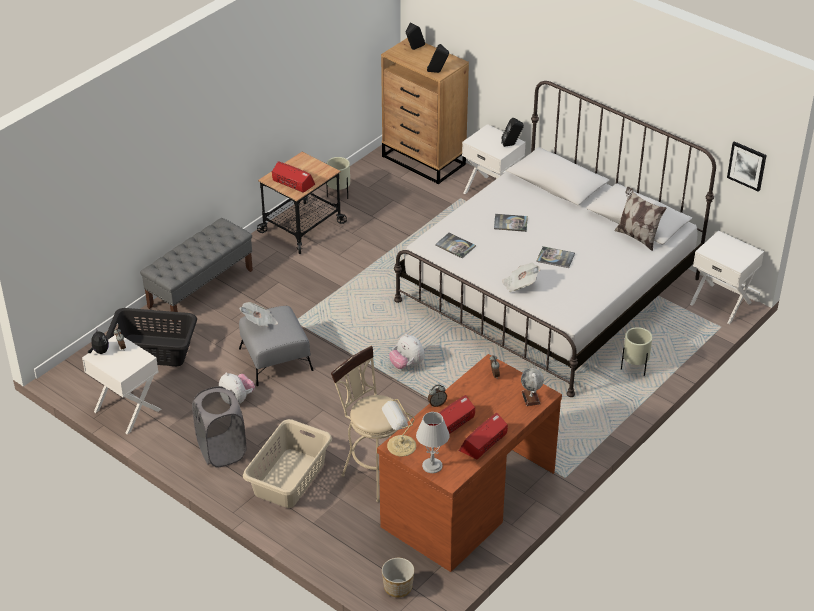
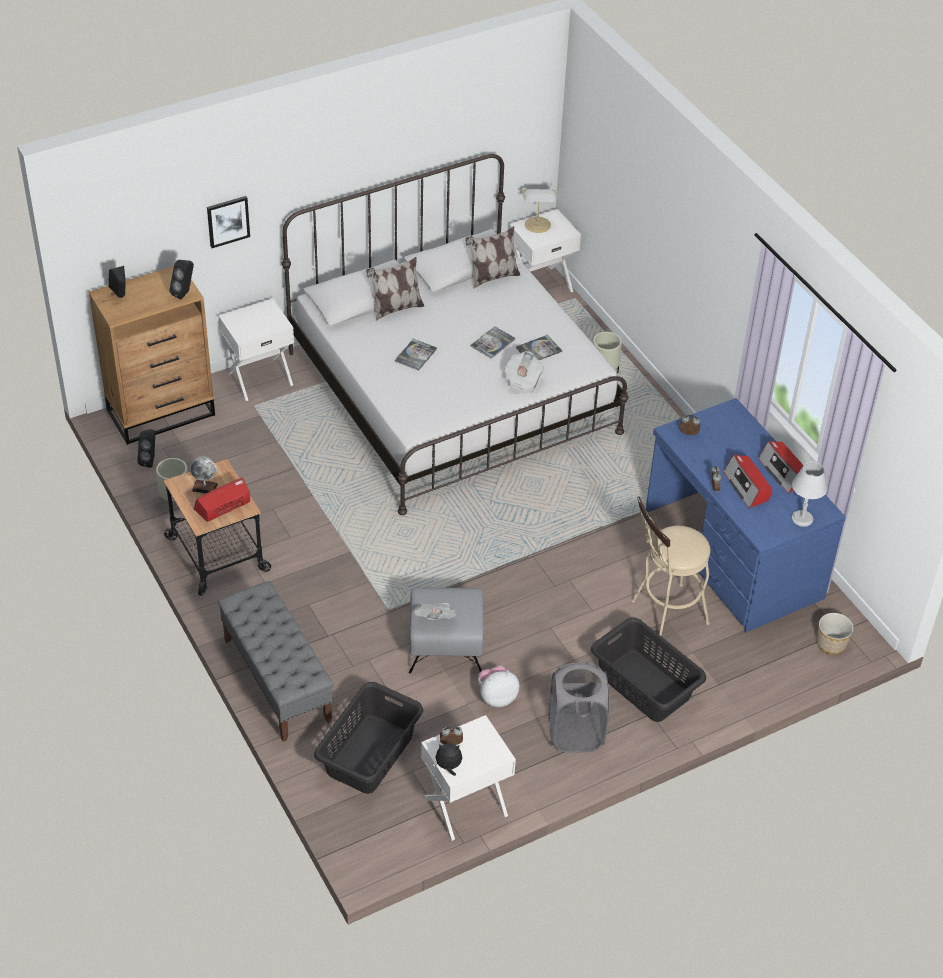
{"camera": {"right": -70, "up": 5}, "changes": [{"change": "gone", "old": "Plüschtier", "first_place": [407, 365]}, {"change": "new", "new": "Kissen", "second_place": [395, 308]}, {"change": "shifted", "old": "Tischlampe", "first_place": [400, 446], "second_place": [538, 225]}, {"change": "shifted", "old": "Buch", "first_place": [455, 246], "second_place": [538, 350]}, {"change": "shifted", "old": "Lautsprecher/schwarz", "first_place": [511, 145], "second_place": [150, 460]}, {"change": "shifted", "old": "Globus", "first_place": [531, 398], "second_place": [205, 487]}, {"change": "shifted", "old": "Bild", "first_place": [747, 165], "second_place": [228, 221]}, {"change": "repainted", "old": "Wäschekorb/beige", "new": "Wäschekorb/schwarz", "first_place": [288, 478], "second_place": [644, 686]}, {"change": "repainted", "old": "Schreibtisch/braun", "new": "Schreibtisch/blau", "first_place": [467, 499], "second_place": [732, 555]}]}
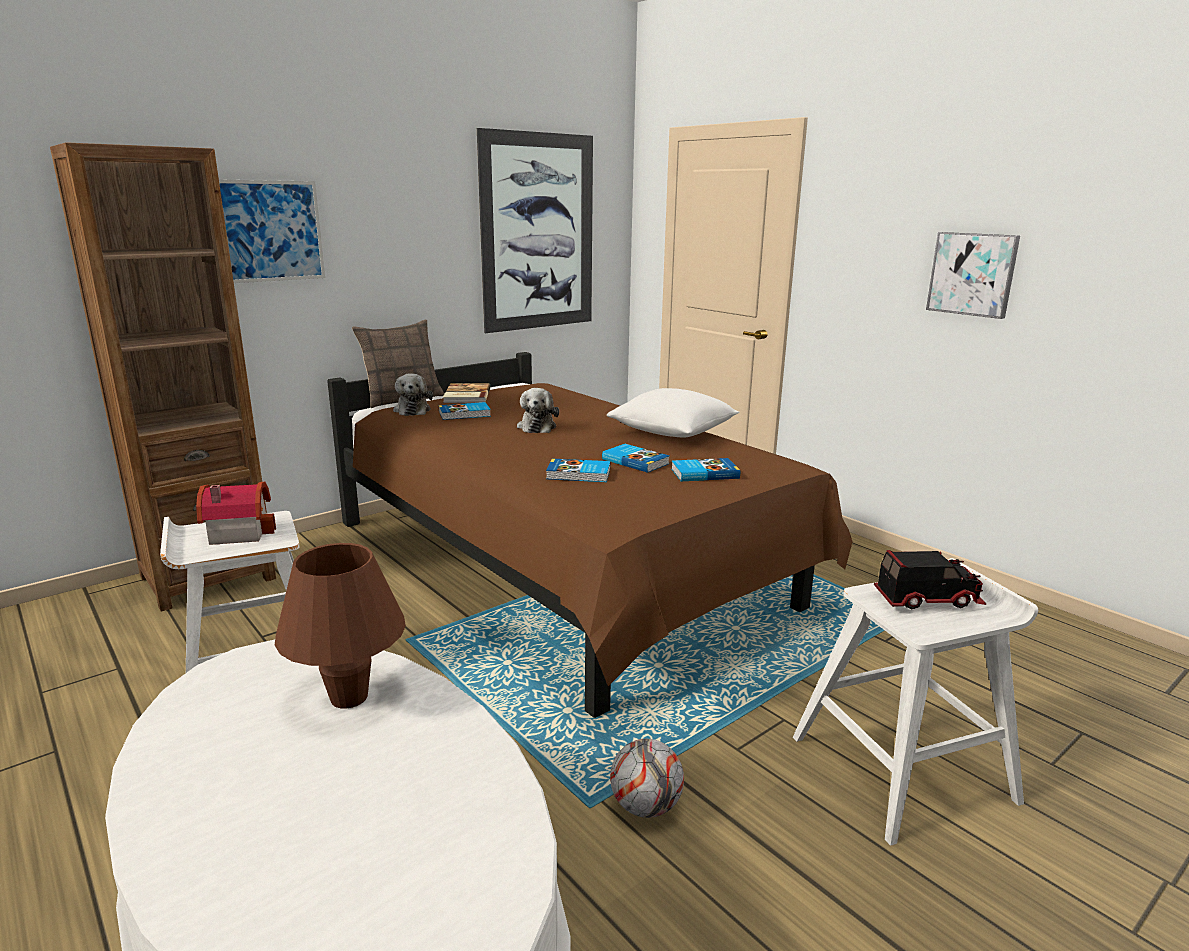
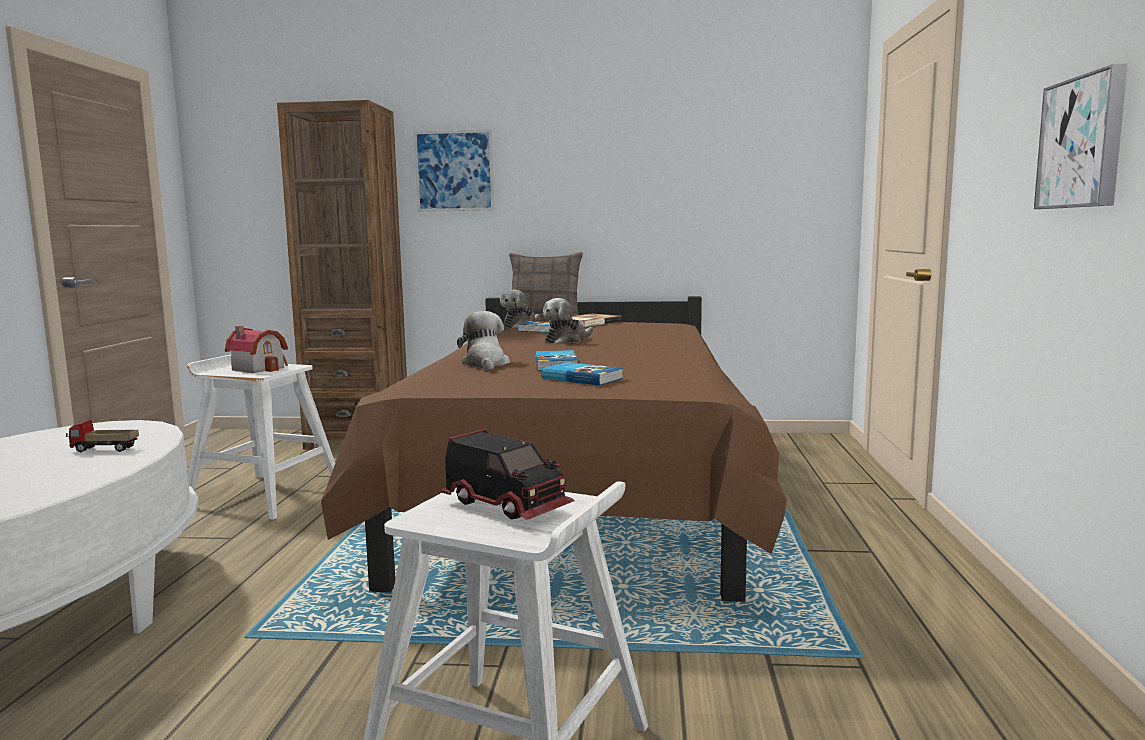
{"camera": {"right": 45, "up": -10}, "changes": [{"change": "gone", "old": "Bild", "first_place": [538, 233]}, {"change": "gone", "old": "Kissen/weiß", "first_place": [673, 434]}, {"change": "gone", "old": "Fußball", "first_place": [645, 807]}, {"change": "swapped", "old": "Tischlampe/braun", "new": "Spielzeuglaster", "first_place": [349, 697], "second_place": [104, 450]}, {"change": "swapped", "old": "Buch", "new": "Plüschtier", "first_place": [579, 474], "second_place": [485, 364]}]}
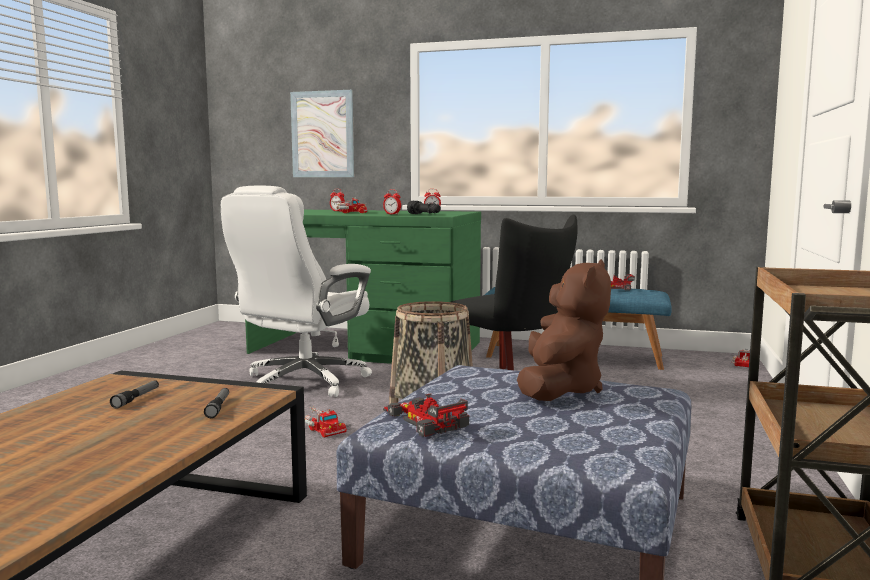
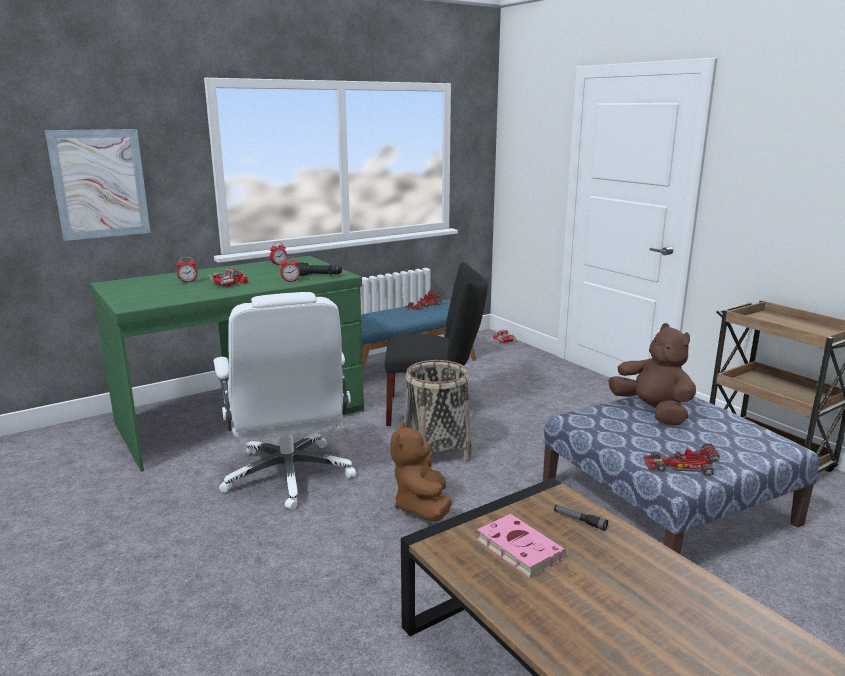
{"camera": {"right": -50, "up": 10}, "changes": [{"change": "swapped", "old": "Taschenlampe", "new": "Buch/rosa", "first_place": [136, 398], "second_place": [517, 548]}, {"change": "swapped", "old": "Spielzeuglaster", "new": "Plüschtier/braun", "first_place": [323, 429], "second_place": [422, 507]}]}
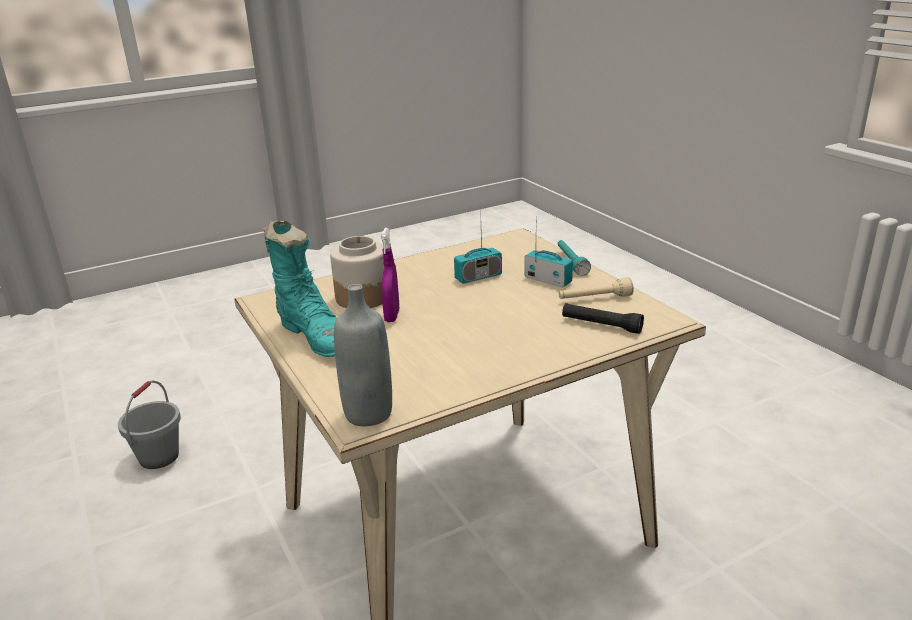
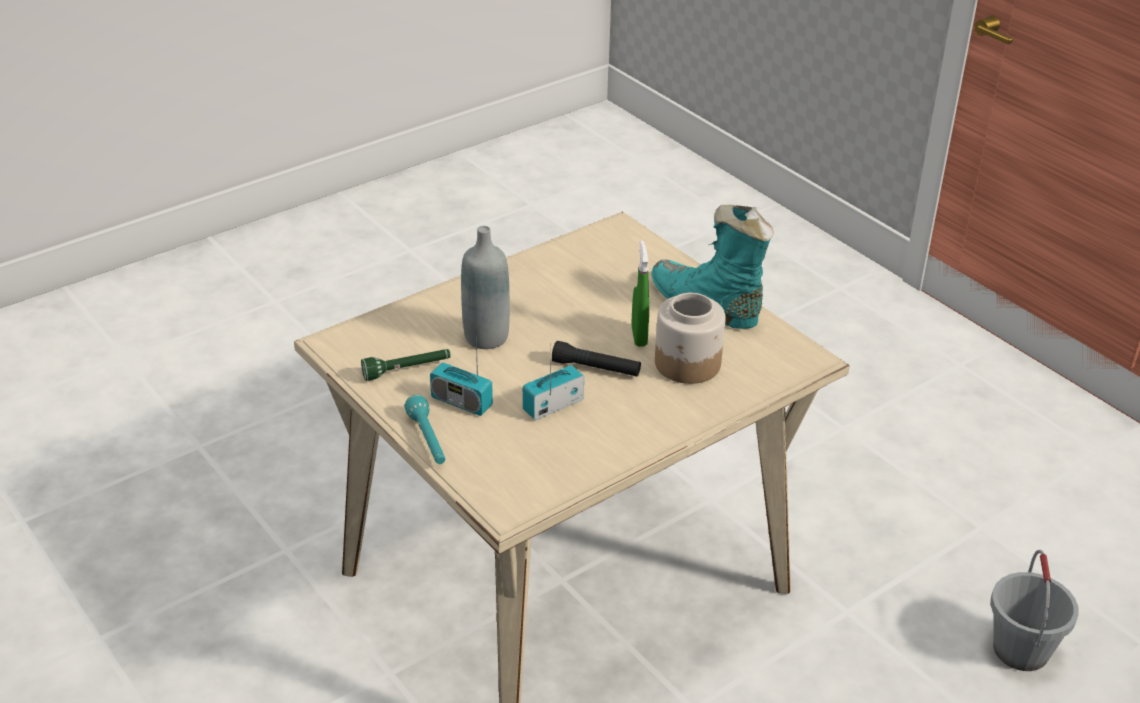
{"camera": {"right": 170, "up": 10}, "changes": [{"change": "shifted", "old": "Flasche/grau", "first_place": [368, 413], "second_place": [486, 337]}, {"change": "shifted", "old": "Taschenlampe/schwarz", "first_place": [601, 325], "second_place": [596, 368]}, {"change": "repainted", "old": "Sprühflasche/lila", "new": "Sprühflasche/grün", "first_place": [392, 316], "second_place": [639, 336]}, {"change": "repainted", "old": "Taschenlampe/beige", "new": "Taschenlampe/grün", "first_place": [594, 299], "second_place": [407, 370]}]}
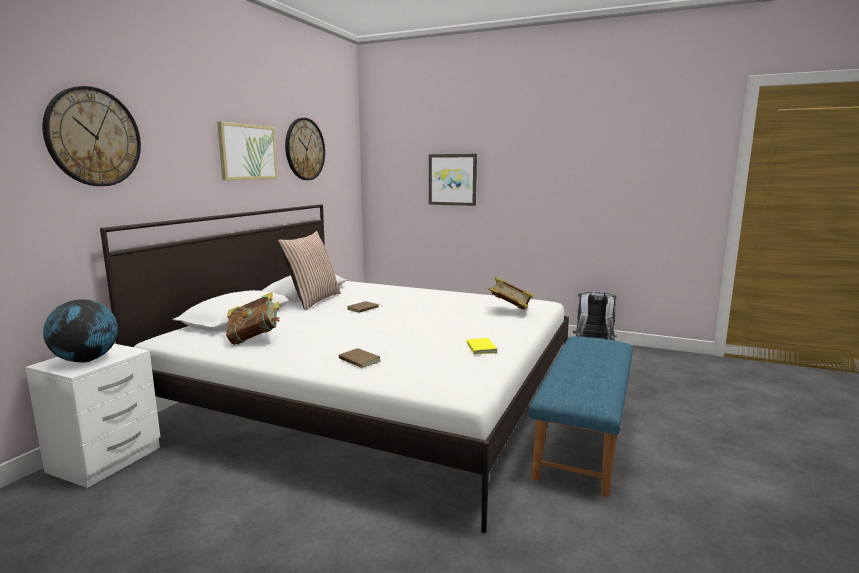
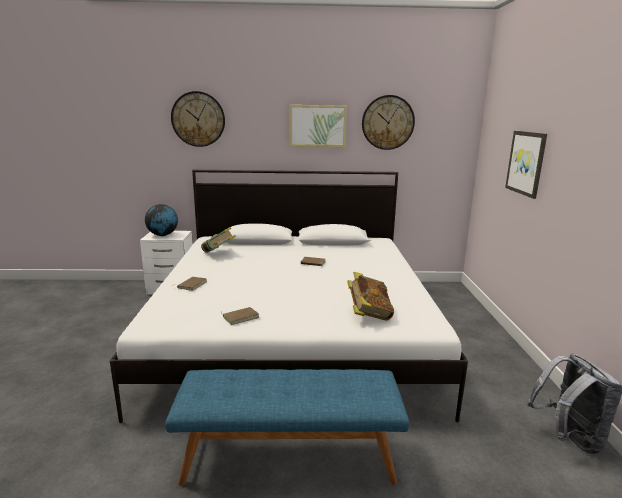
{"camera": {"right": 65, "up": 5}, "changes": [{"change": "gone", "old": "Kissen", "first_place": [313, 300]}, {"change": "repainted", "old": "Buch/gelb", "new": "Buch/braun", "first_place": [480, 348], "second_place": [240, 317]}]}
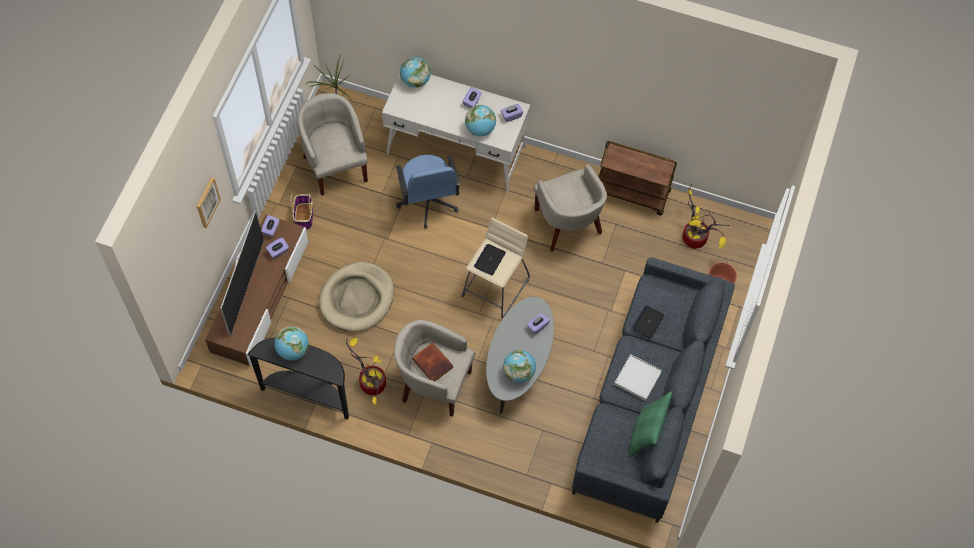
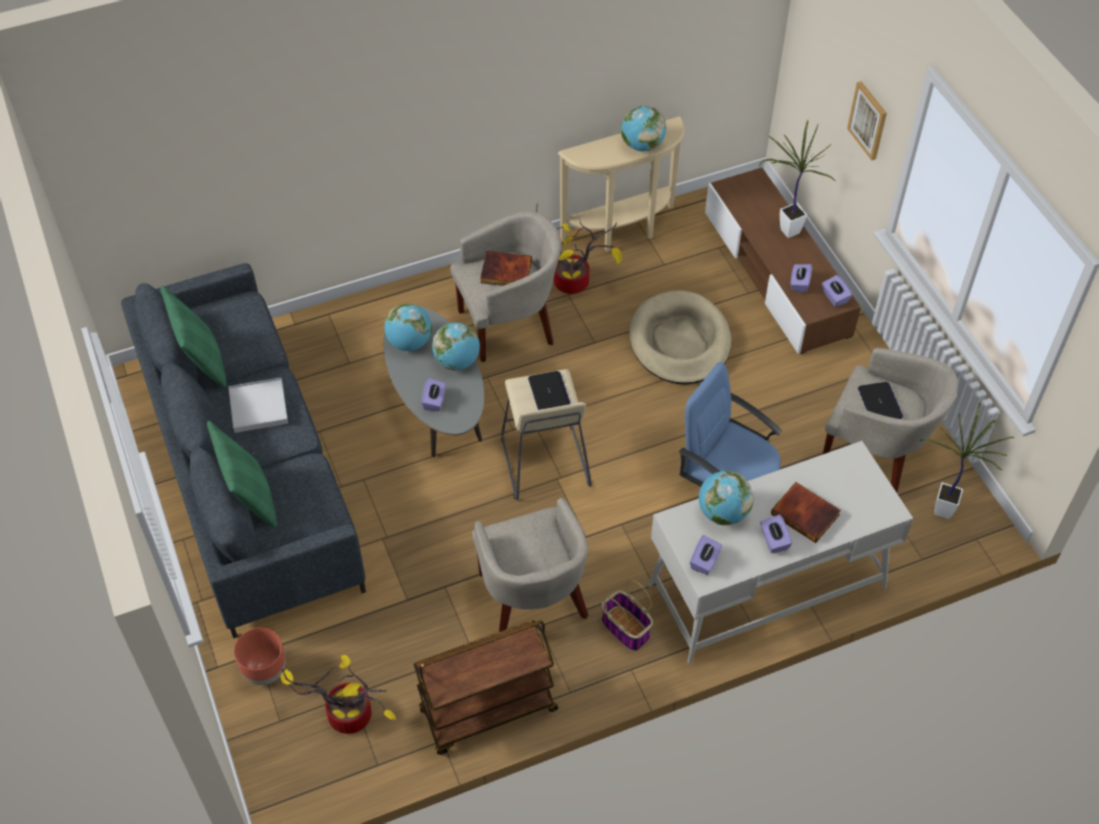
{"camera": {"right": 140, "up": -10}, "changes": [{"change": "new", "new": "Kissen/grün", "second_place": [250, 497]}, {"change": "new", "new": "Buch", "second_place": [806, 514]}, {"change": "shifted", "old": "Korb", "first_place": [304, 216], "second_place": [626, 629]}, {"change": "shifted", "old": "Globus", "first_place": [415, 80], "second_place": [457, 361]}, {"change": "shifted", "old": "Laptop", "first_place": [648, 322], "second_place": [880, 403]}, {"change": "swapped", "old": "Fernseher", "new": "Topfpflanze", "first_place": [246, 287], "second_place": [785, 231]}, {"change": "repainted", "old": "Konsolentisch/schwarz", "new": "Konsolentisch/beige", "first_place": [308, 393], "second_place": [623, 232]}, {"change": "rotated", "old": "Sessel/beige", "first_place": [568, 225], "second_place": [532, 601], "degrees": -135}]}
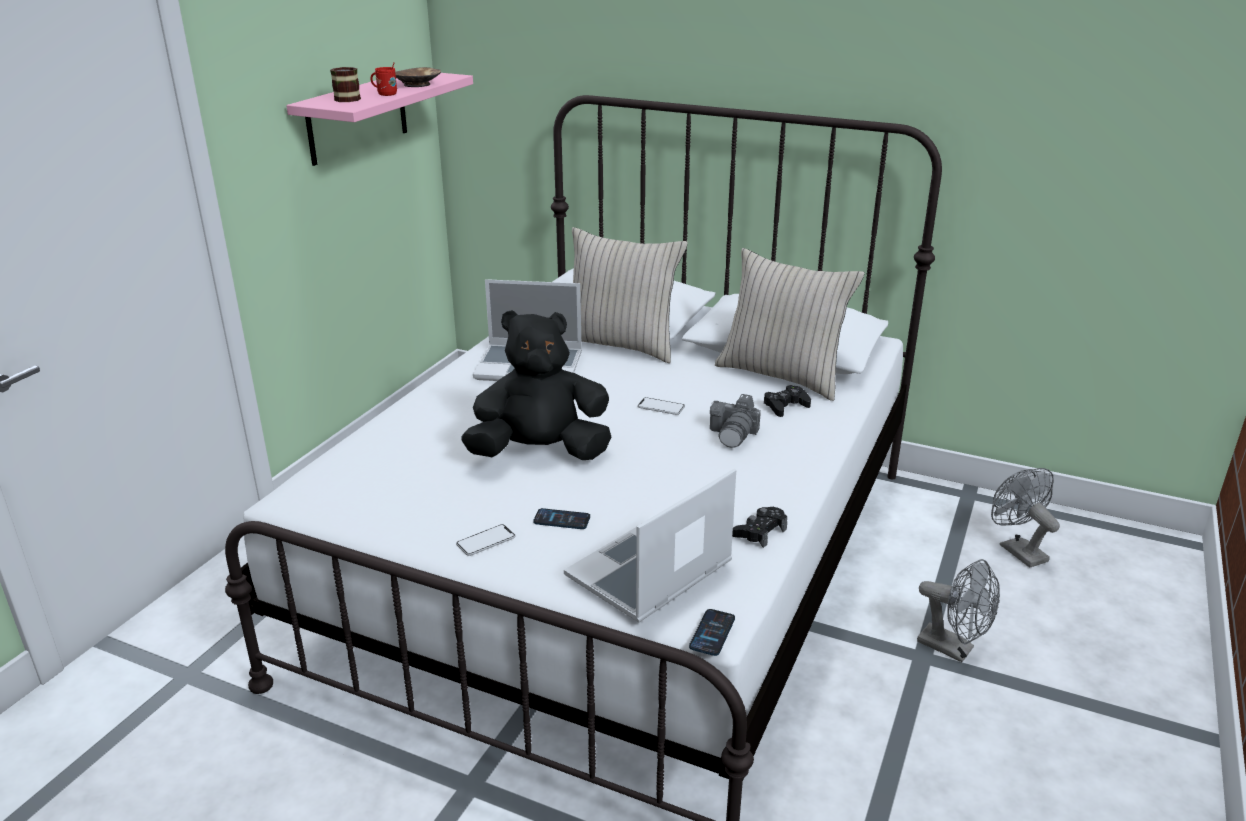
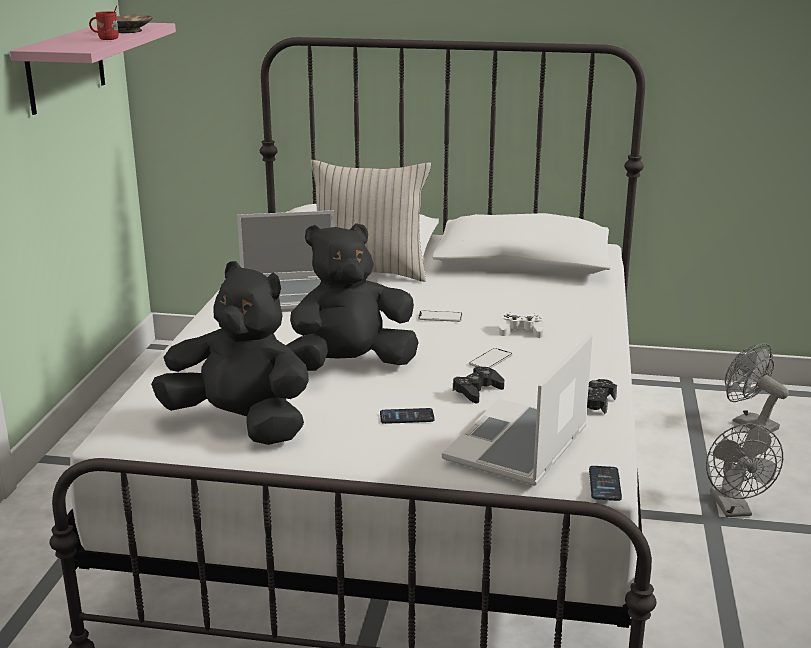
{"camera": {"right": -15, "up": -5}, "changes": [{"change": "gone", "old": "Henkelbecher", "first_place": [346, 98]}, {"change": "gone", "old": "Kissen/beige", "first_place": [782, 375]}, {"change": "new", "new": "Plüschtier/schwarz", "second_place": [241, 424]}, {"change": "shifted", "old": "Handy", "first_place": [486, 541], "second_place": [490, 360]}, {"change": "shifted", "old": "Gamepad/schwarz", "first_place": [785, 406], "second_place": [477, 390]}, {"change": "swapped", "old": "Kamera", "new": "Gamepad/weiß", "first_place": [734, 434], "second_place": [521, 331]}, {"change": "rotated", "old": "Ventilator/grau", "first_place": [953, 648], "second_place": [734, 509], "degrees": 60}]}
